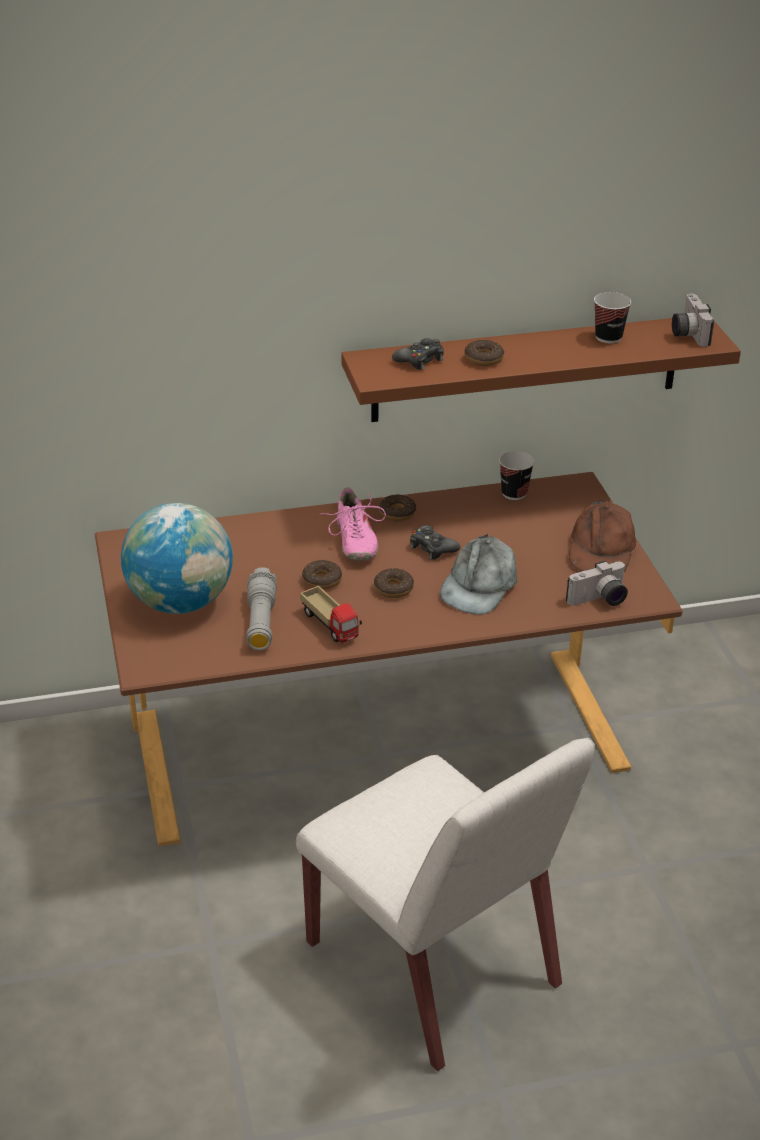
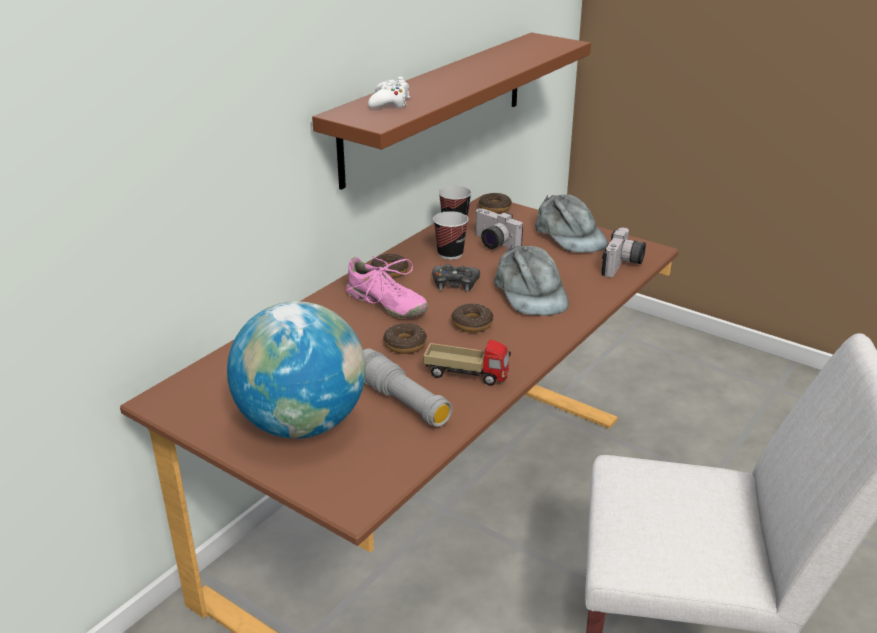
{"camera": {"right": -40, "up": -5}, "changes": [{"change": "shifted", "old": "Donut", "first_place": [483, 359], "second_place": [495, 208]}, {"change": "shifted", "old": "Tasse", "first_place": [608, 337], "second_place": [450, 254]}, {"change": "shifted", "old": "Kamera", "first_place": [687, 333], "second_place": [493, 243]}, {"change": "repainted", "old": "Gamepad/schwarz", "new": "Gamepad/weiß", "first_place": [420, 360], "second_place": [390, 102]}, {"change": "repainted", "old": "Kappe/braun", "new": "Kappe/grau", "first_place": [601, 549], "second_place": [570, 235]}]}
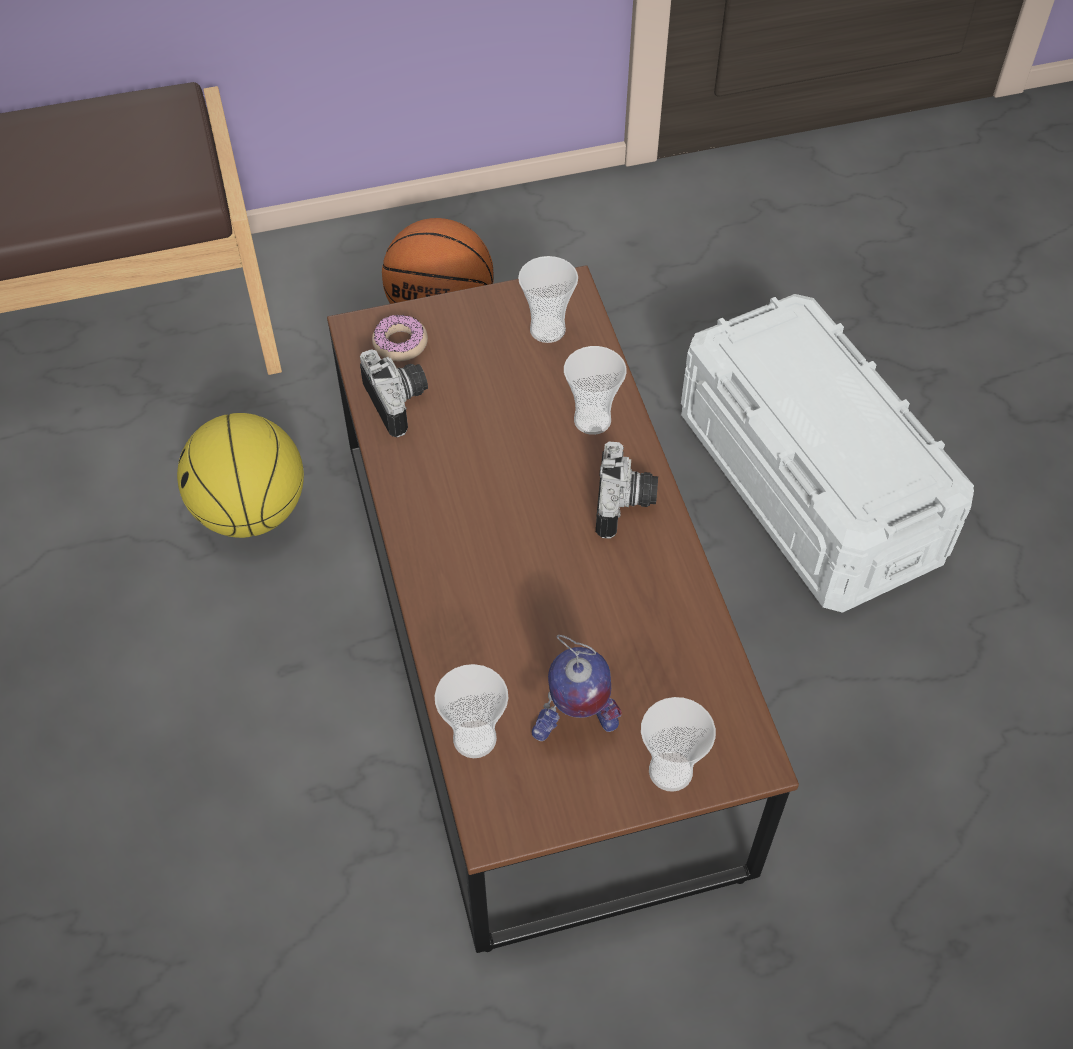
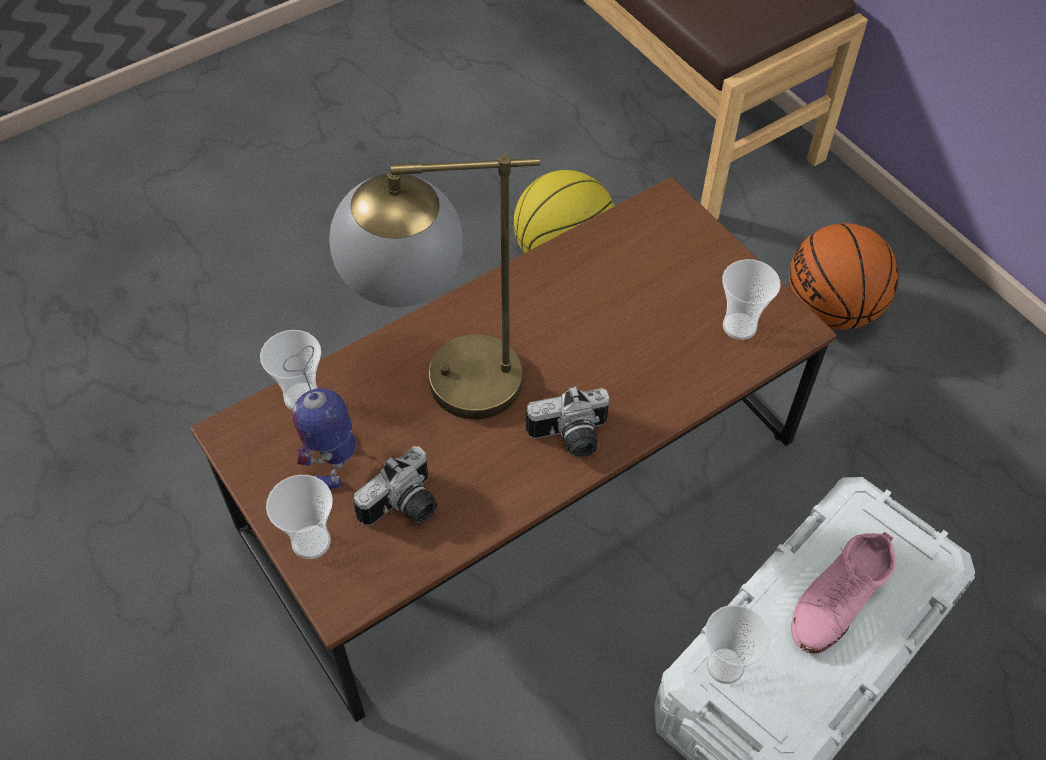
{"camera": {"right": 70, "up": 0}, "changes": [{"change": "gone", "old": "Donut", "first_place": [400, 343]}, {"change": "new", "new": "Tischlampe", "second_place": [440, 384]}, {"change": "new", "new": "Schuh/rosa", "second_place": [839, 598]}, {"change": "shifted", "old": "Kamera", "first_place": [401, 401], "second_place": [404, 507]}, {"change": "shifted", "old": "Tasse", "first_place": [592, 420], "second_place": [725, 665]}, {"change": "rotated", "old": "Spielzeugroboter", "first_place": [573, 725], "second_place": [334, 460], "degrees": 45}]}
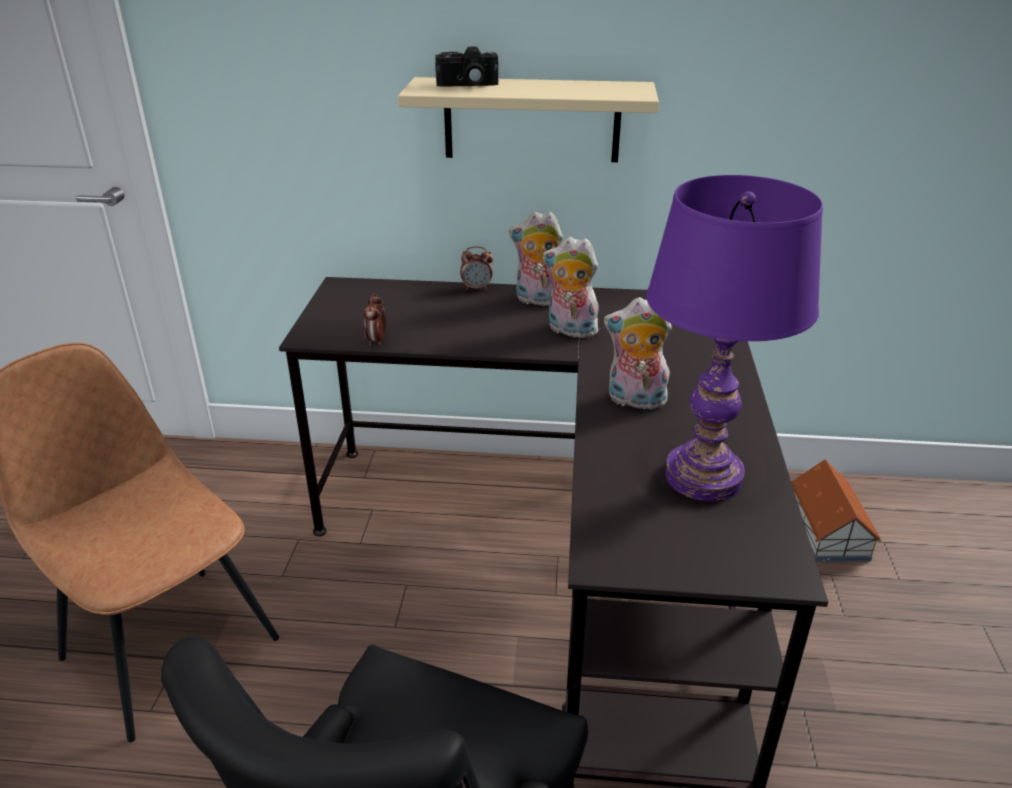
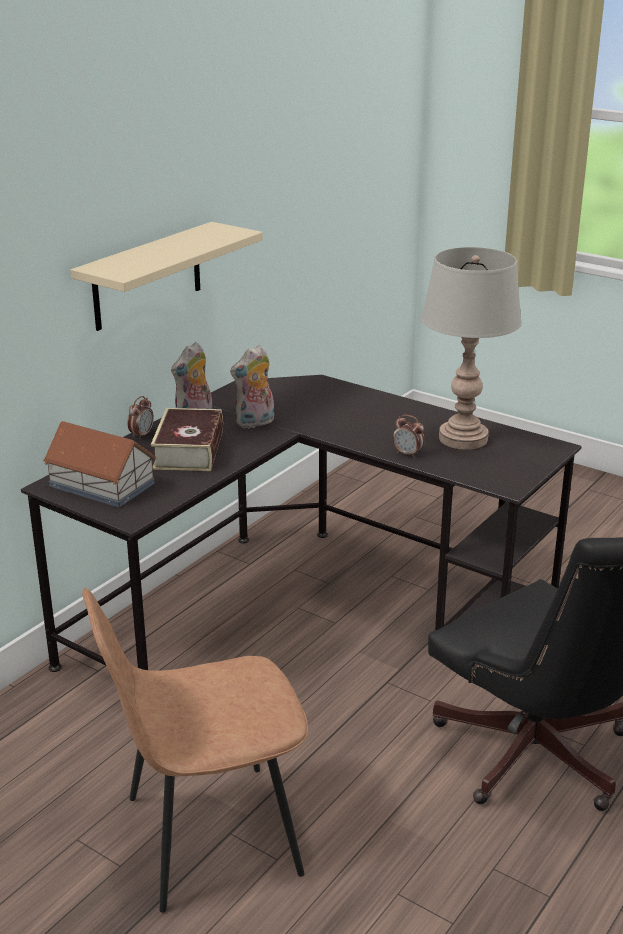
{"camera": {"right": -60, "up": -5}, "changes": [{"change": "gone", "old": "Kamera", "first_place": [467, 85]}, {"change": "gone", "old": "Plüschtier", "first_place": [634, 401]}, {"change": "new", "new": "Buch", "second_place": [189, 450]}, {"change": "shifted", "old": "Wecker", "first_place": [377, 341], "second_place": [408, 454]}, {"change": "shifted", "old": "Spielzeughaus", "first_place": [827, 530], "second_place": [101, 484]}, {"change": "repainted", "old": "Tischlampe/lila", "new": "Tischlampe/grau", "first_place": [702, 477], "second_place": [463, 439]}]}
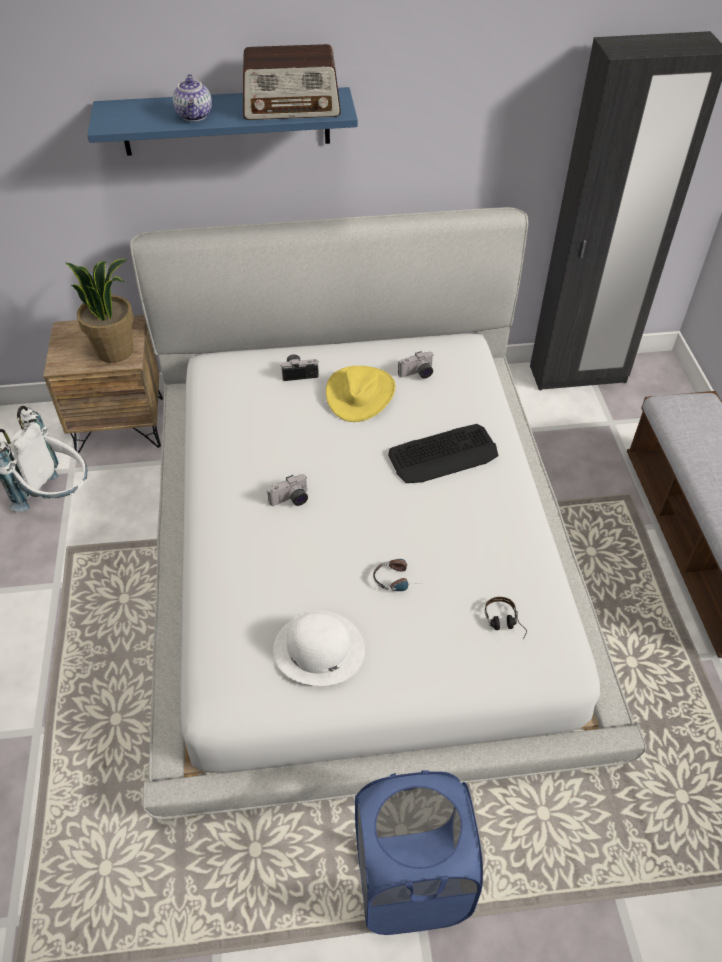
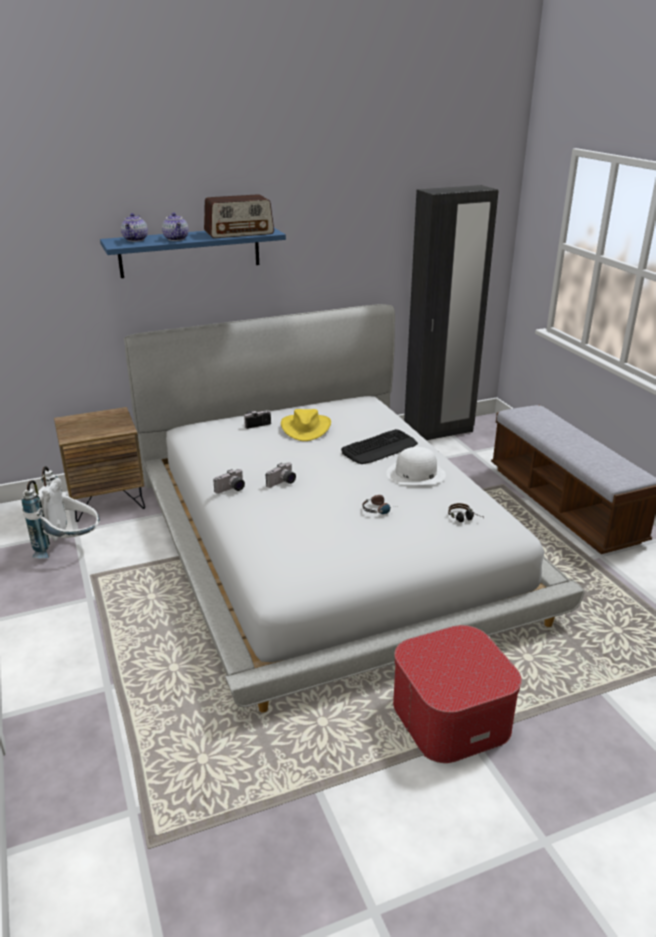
{"camera": {"right": -15, "up": -20}, "changes": [{"change": "gone", "old": "Topfpflanze", "first_place": [115, 350]}, {"change": "new", "new": "Teekanne", "second_place": [136, 240]}, {"change": "shifted", "old": "Hut/weiß", "first_place": [318, 649], "second_place": [415, 474]}, {"change": "shifted", "old": "Kamera", "first_place": [417, 374], "second_place": [231, 489]}, {"change": "swapped", "old": "Wäschekorb/blau", "new": "Polsterhocker", "first_place": [411, 881], "second_place": [451, 715]}]}
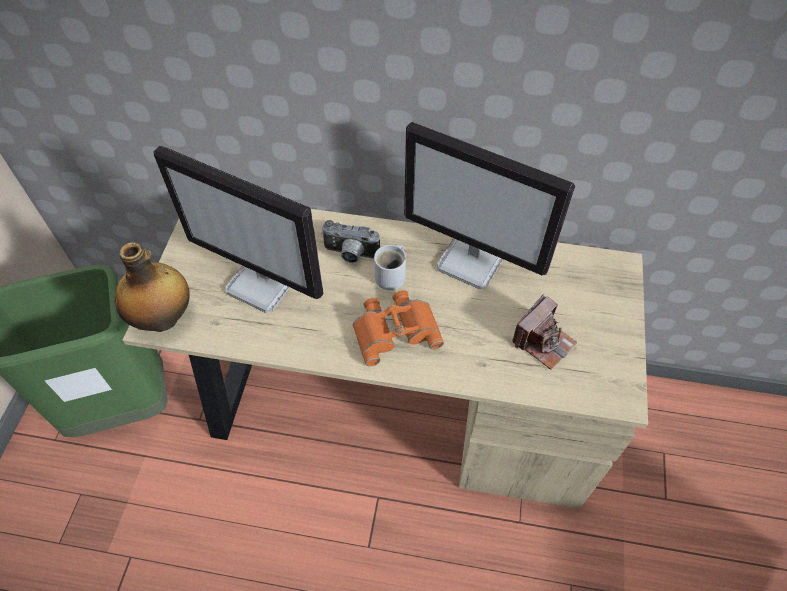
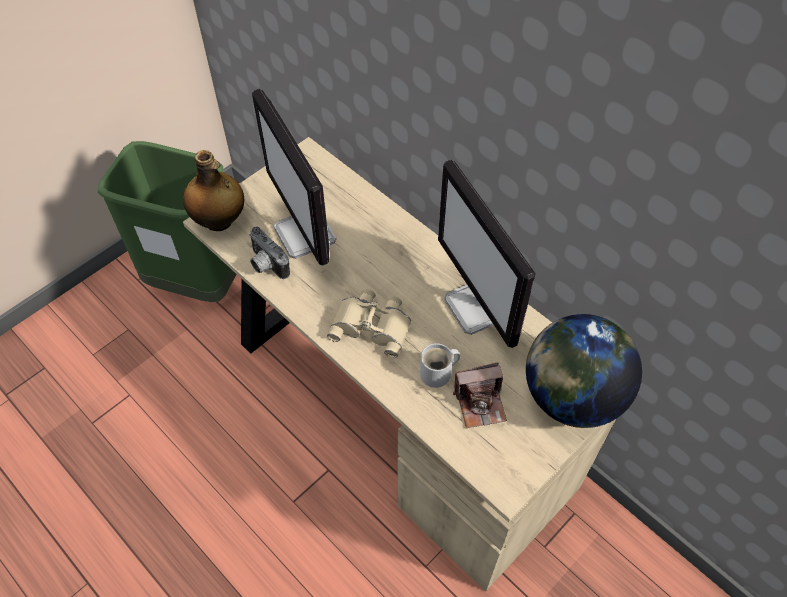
{"camera": {"right": 35, "up": 0}, "changes": [{"change": "new", "new": "Globus", "second_place": [571, 396]}, {"change": "shifted", "old": "Kamera", "first_place": [350, 255], "second_place": [266, 265]}, {"change": "shifted", "old": "Henkelbecher/weiß", "first_place": [392, 275], "second_place": [438, 373]}, {"change": "repainted", "old": "Fernglas/orange", "new": "Fernglas/beige", "first_place": [395, 329], "second_place": [372, 324]}]}
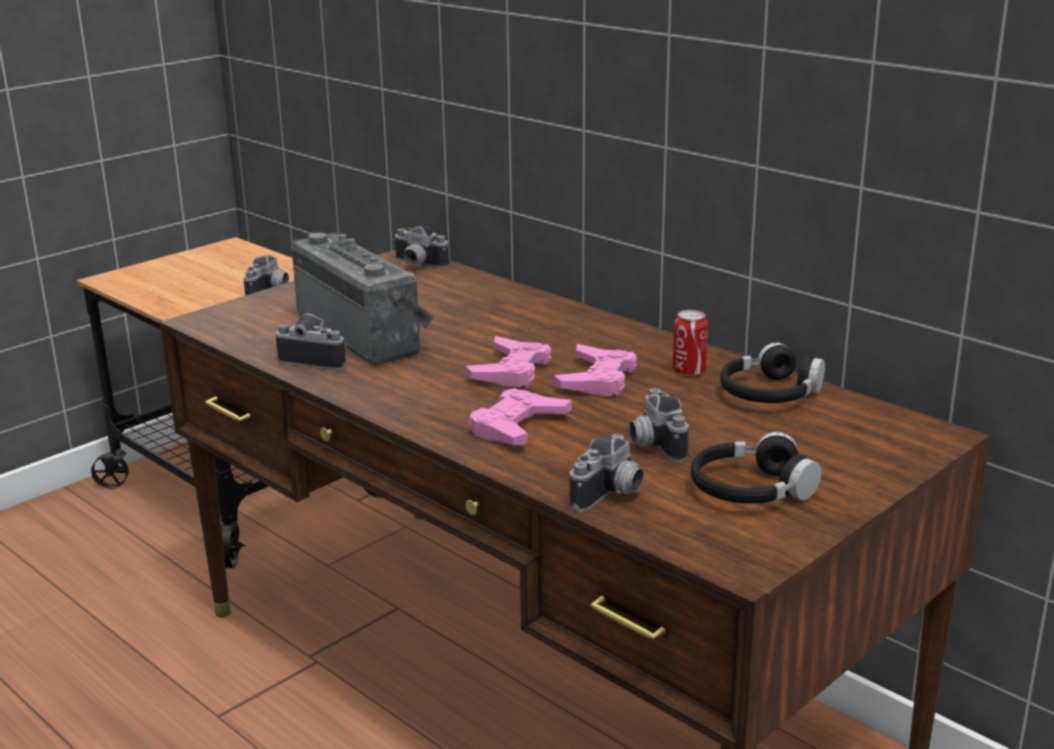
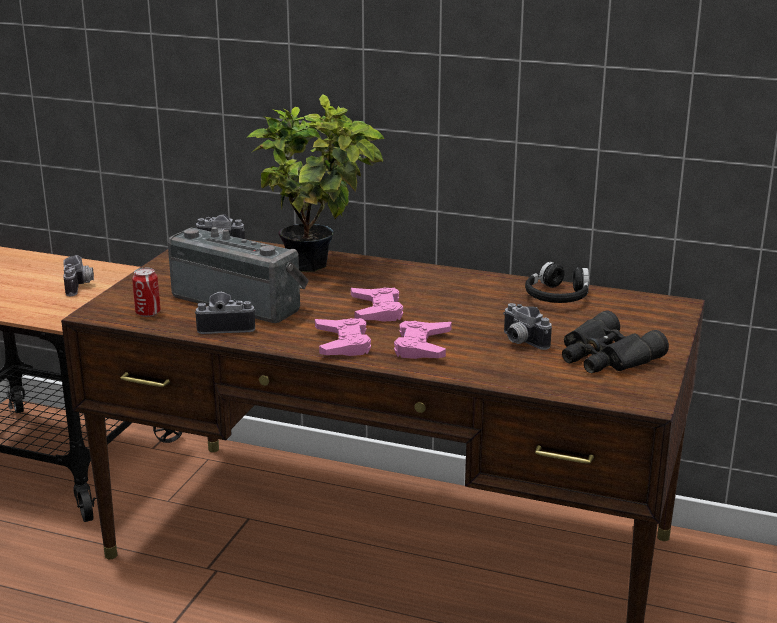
{"camera": {"right": -25, "up": 0}, "changes": [{"change": "gone", "old": "Kamera", "first_place": [611, 495]}, {"change": "new", "new": "Topfpflanze", "second_place": [319, 265]}, {"change": "shifted", "old": "Gamepad/rosa", "first_place": [597, 379], "second_place": [343, 343]}, {"change": "shifted", "old": "Dose", "first_place": [689, 371], "second_place": [148, 313]}, {"change": "swapped", "old": "Kopfhörer/schwarz", "new": "Fernglas/schwarz", "first_place": [750, 489], "second_place": [605, 357]}]}
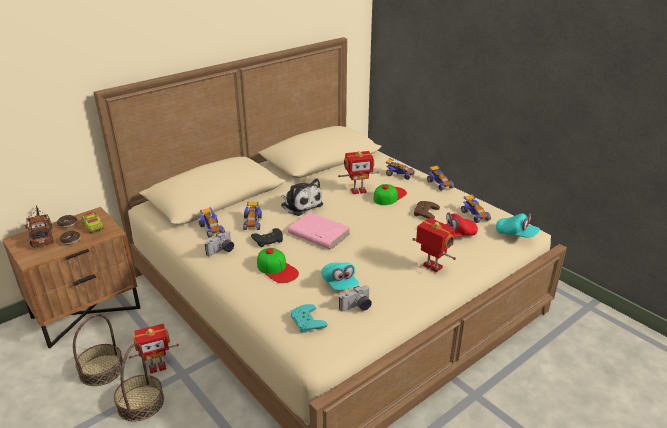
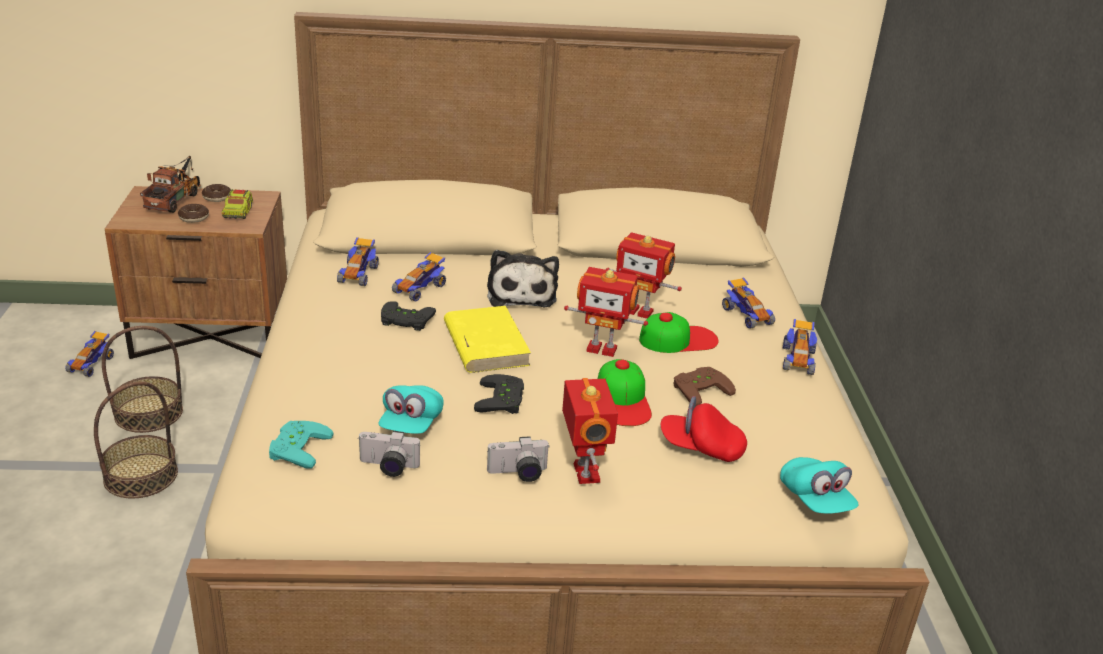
{"camera": {"right": 35, "up": 0}, "changes": [{"change": "new", "new": "Gamepad/schwarz", "second_place": [503, 400]}, {"change": "shifted", "old": "Spielzeugroboter", "first_place": [157, 367], "second_place": [602, 348]}, {"change": "shifted", "old": "Kamera", "first_place": [222, 251], "second_place": [518, 474]}, {"change": "shifted", "old": "Kappe", "first_place": [277, 269], "second_place": [623, 400]}, {"change": "shifted", "old": "Spielzeugauto", "first_place": [474, 215], "second_place": [91, 364]}, {"change": "repainted", "old": "Buch/rosa", "new": "Buch/gelb", "first_place": [318, 234], "second_place": [485, 344]}]}
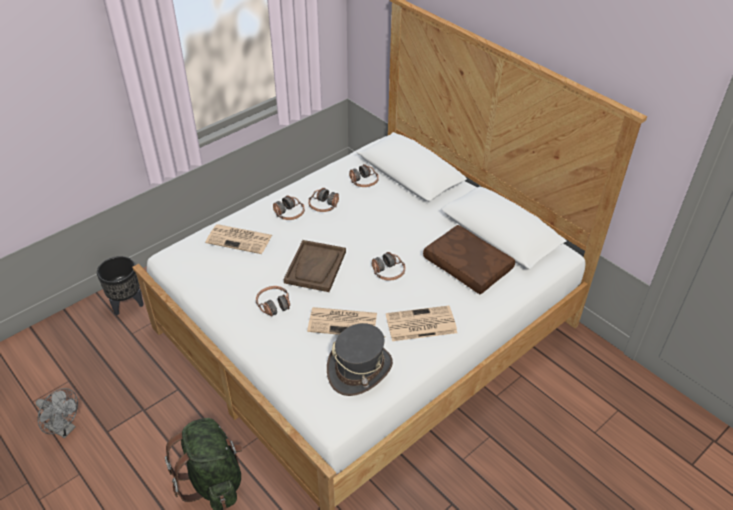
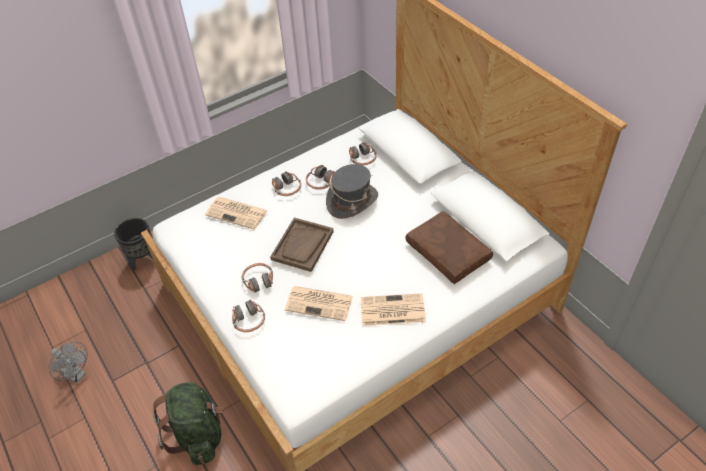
{"camera": {"right": 10, "up": 5}, "changes": [{"change": "shifted", "old": "Hut/grau", "first_place": [359, 369], "second_place": [352, 201]}, {"change": "shifted", "old": "Kopfhörer", "first_place": [388, 272], "second_place": [249, 321]}]}
